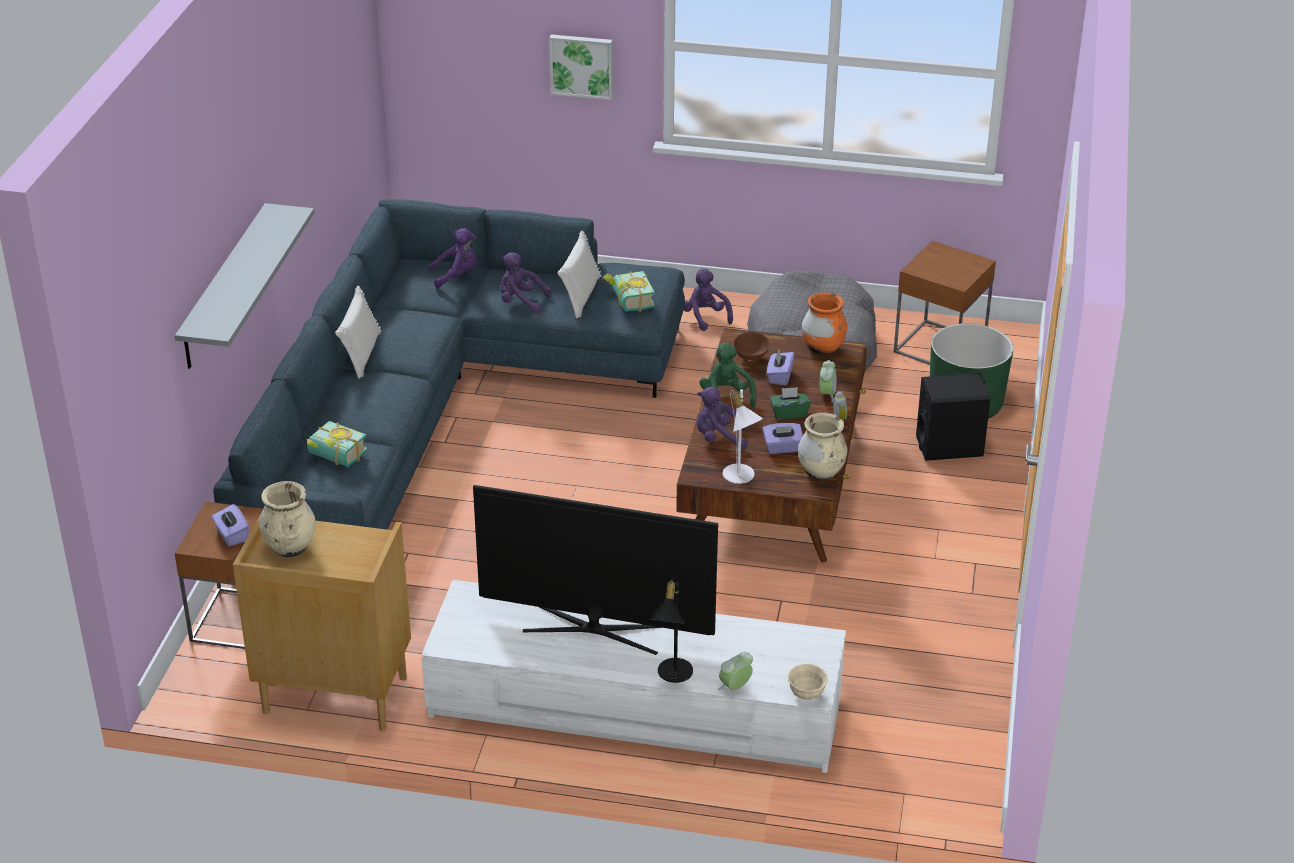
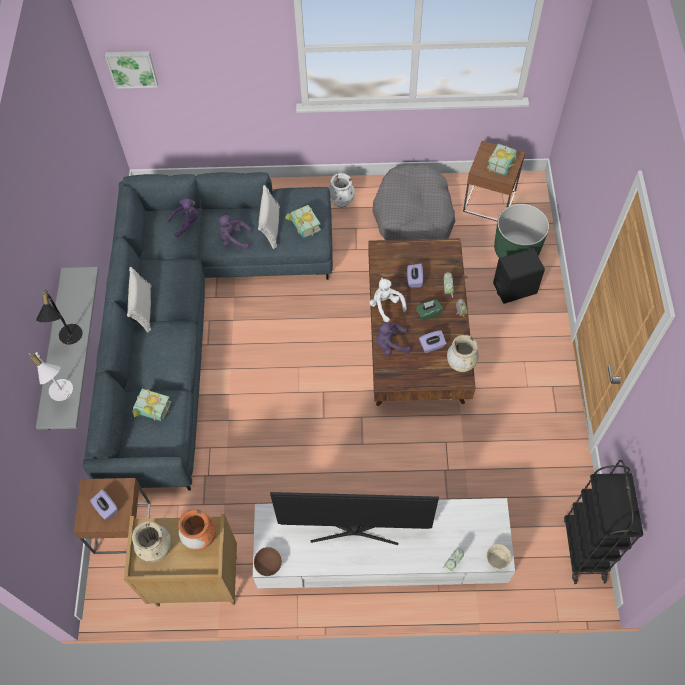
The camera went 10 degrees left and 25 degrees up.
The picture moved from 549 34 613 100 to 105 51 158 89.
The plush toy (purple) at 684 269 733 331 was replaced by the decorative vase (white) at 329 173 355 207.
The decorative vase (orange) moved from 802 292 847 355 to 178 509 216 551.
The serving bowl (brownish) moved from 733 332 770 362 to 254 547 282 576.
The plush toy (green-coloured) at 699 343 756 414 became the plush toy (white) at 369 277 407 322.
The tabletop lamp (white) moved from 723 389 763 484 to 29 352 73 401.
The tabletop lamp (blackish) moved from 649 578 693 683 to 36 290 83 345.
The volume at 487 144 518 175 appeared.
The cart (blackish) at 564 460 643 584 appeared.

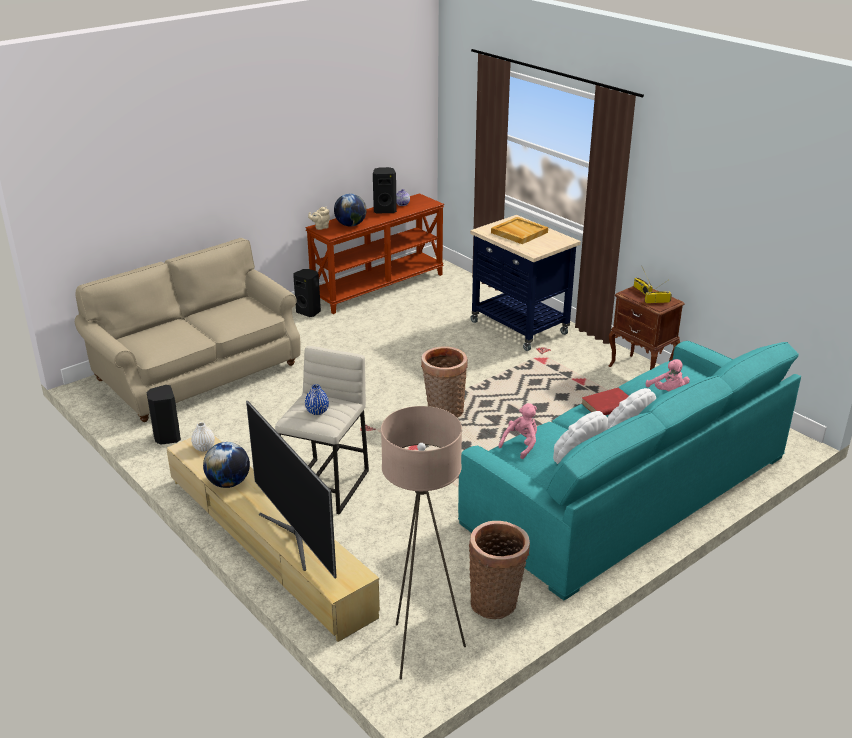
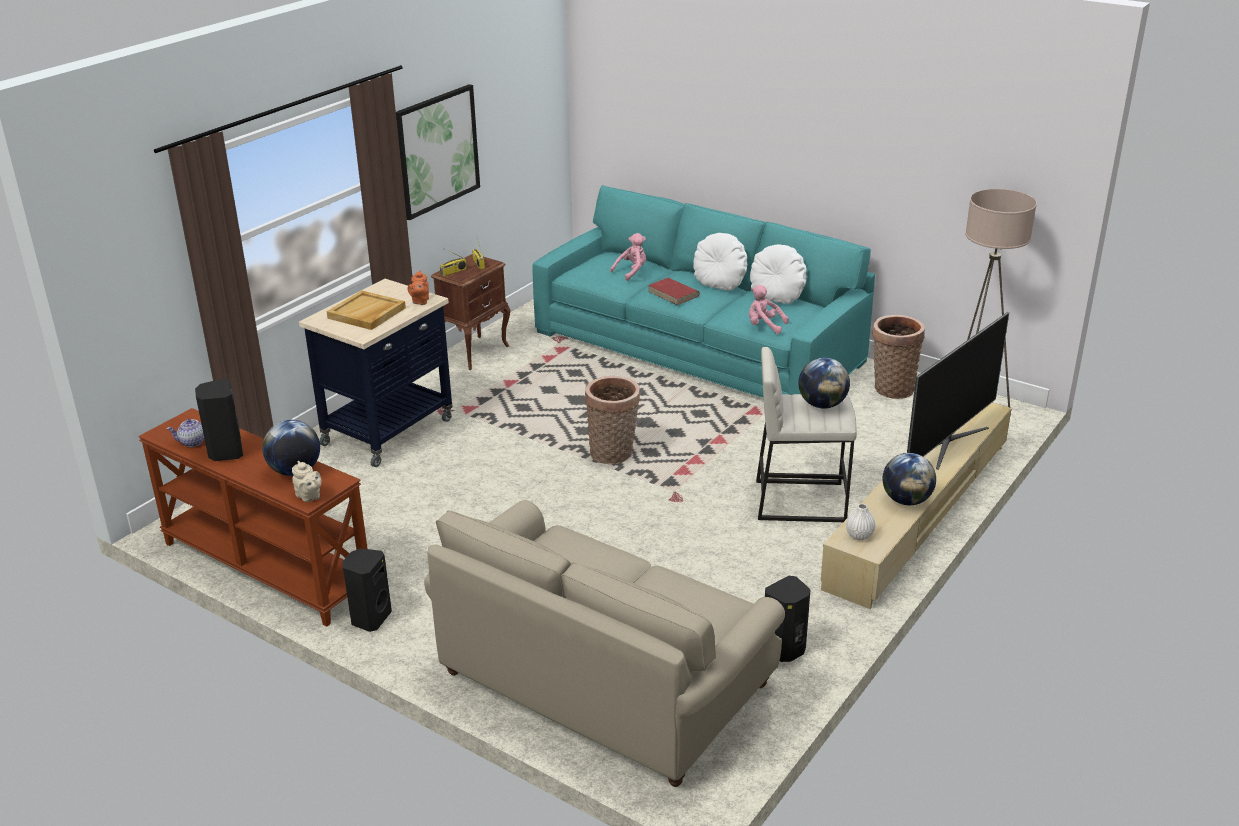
The camera went 105 degrees left and 0 degrees up.
The decorative vase (blue-coloured) at 305 384 329 415 was replaced by the globe at 798 358 850 409.
The picture at 396 84 480 220 appeared.
The pot for tea (orange) at 408 270 429 305 appeared.

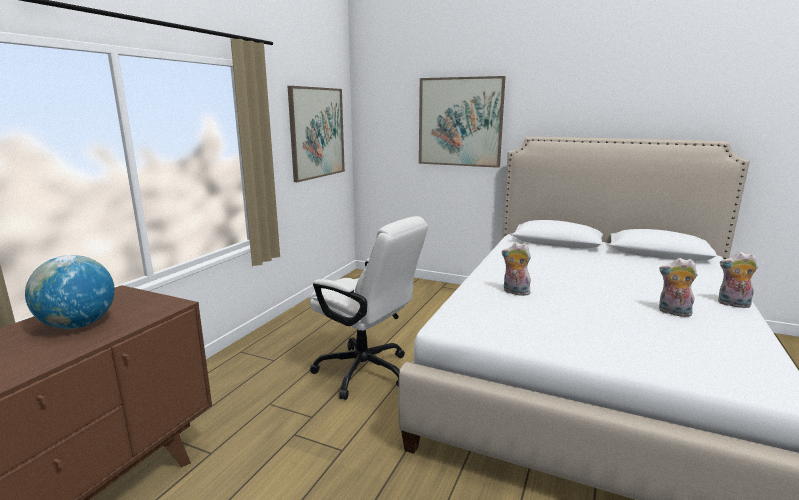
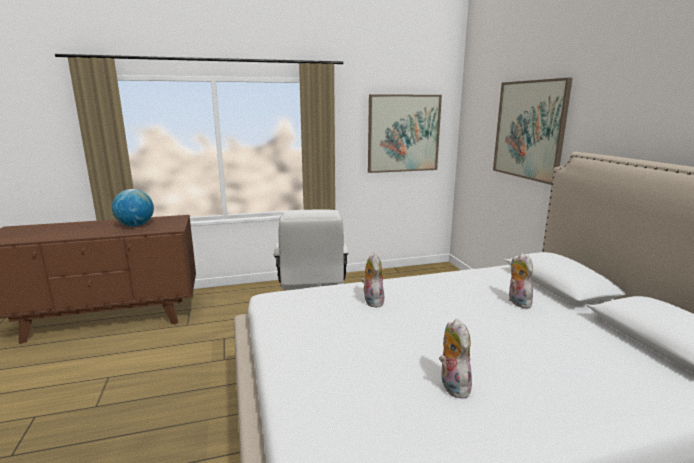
The camera went 50 degrees right and 0 degrees up.
The plush toy moved from 718 252 758 308 to 509 253 533 308.

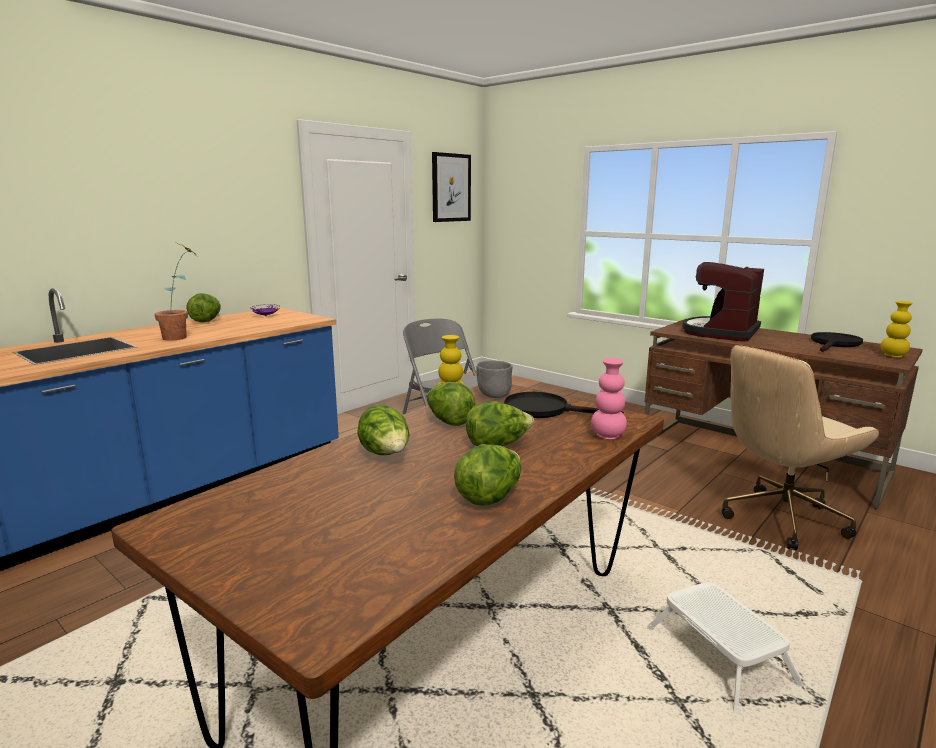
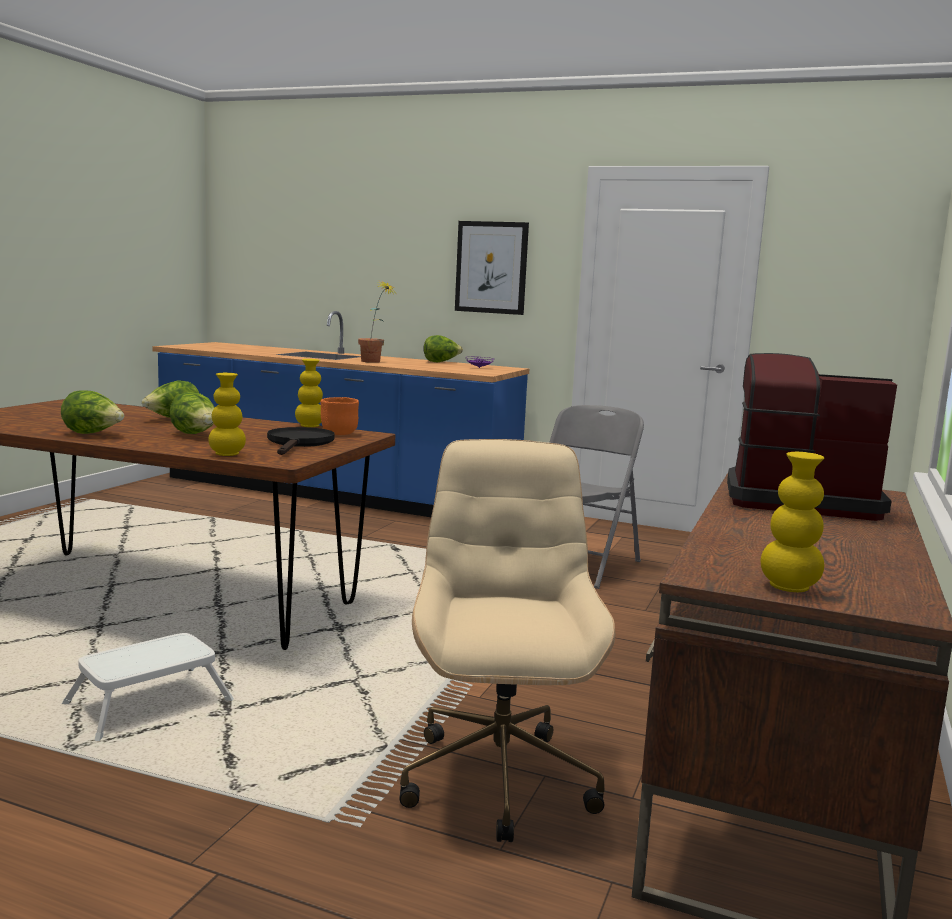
The camera went 70 degrees right and 5 degrees down.
The picture moved from 432 152 471 222 to 455 221 529 315.
The pan (blackish) at 811 332 863 352 disappeared.
The computer chair (beige-coloured) at 721 345 879 550 turned 45 degrees clockwise.
The decorative vase (pinkish) at 591 358 627 440 became the decorative vase (yellow) at 208 373 246 456.
The serving bowl (gray) at 477 360 513 398 became the serving bowl (orange) at 321 397 359 435.
The lettuce at 427 382 475 426 disappeared.

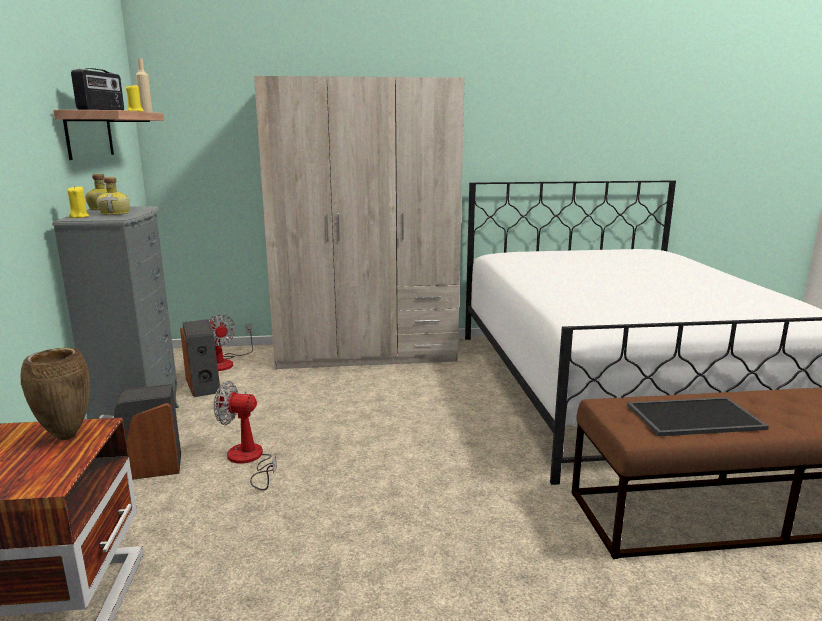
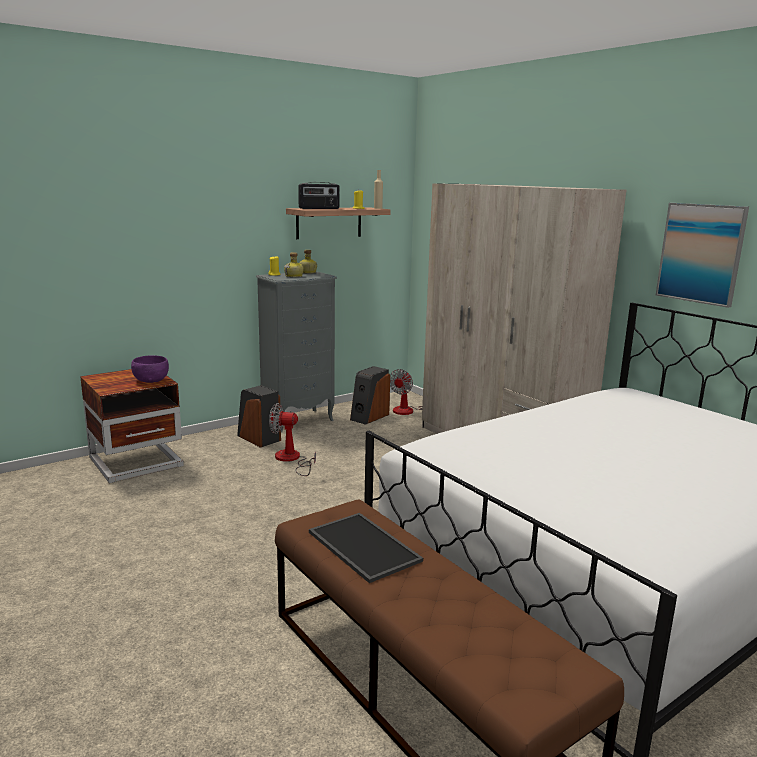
The camera went 60 degrees right and 0 degrees up.
The decorative vase (brownish) at 20 347 90 440 was replaced by the serving bowl (purple) at 131 355 169 383.
The electric fan at 214 381 277 490 turned 60 degrees counterclockwise.
The picture at 656 203 749 308 appeared.

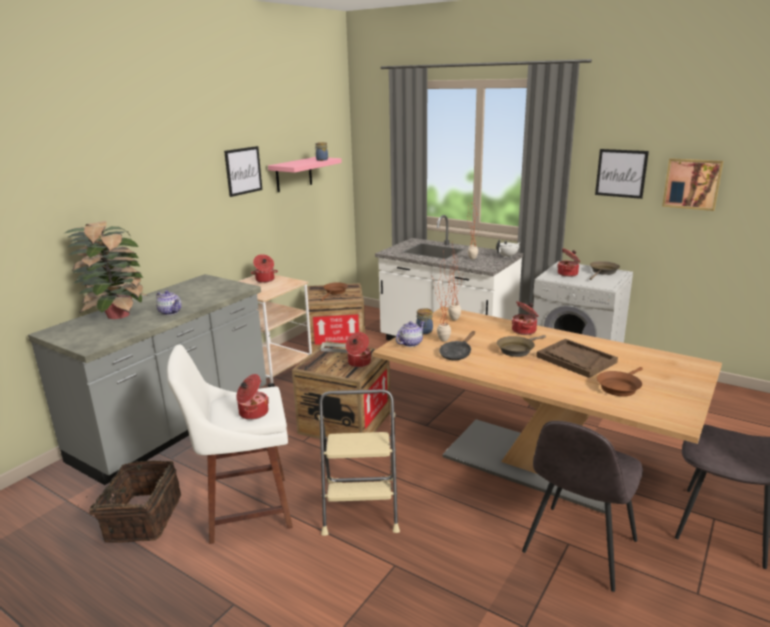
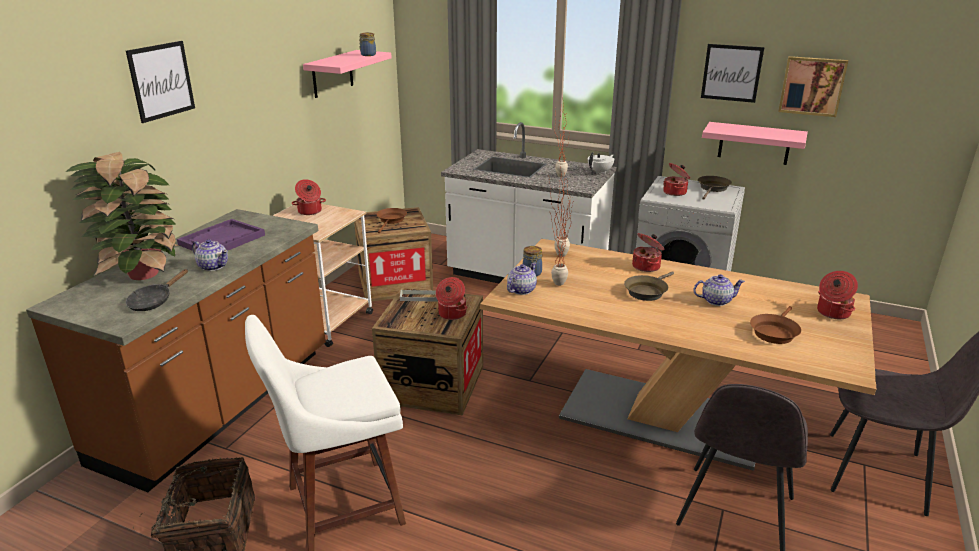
The camera went 10 degrees left and 5 degrees up.
The picture moved from 224 146 262 197 to 126 41 195 123.
The counter (gray) at 28 274 267 485 became the counter (brownish) at 26 209 326 492.
The pan (blackish) moved from 439 331 475 360 to 126 269 188 311.
The carrying tray (brownish) at 536 339 618 378 was replaced by the pot for tea at 694 274 745 306.
The saucepot moved from 236 374 269 420 to 817 271 858 319.
The step stool (beige-coloured) at 318 389 400 536 disappeared.
The wall shelf (pinkish) at 702 122 808 165 appeared.
The carrying tray (purple) at 177 219 265 251 appeared.

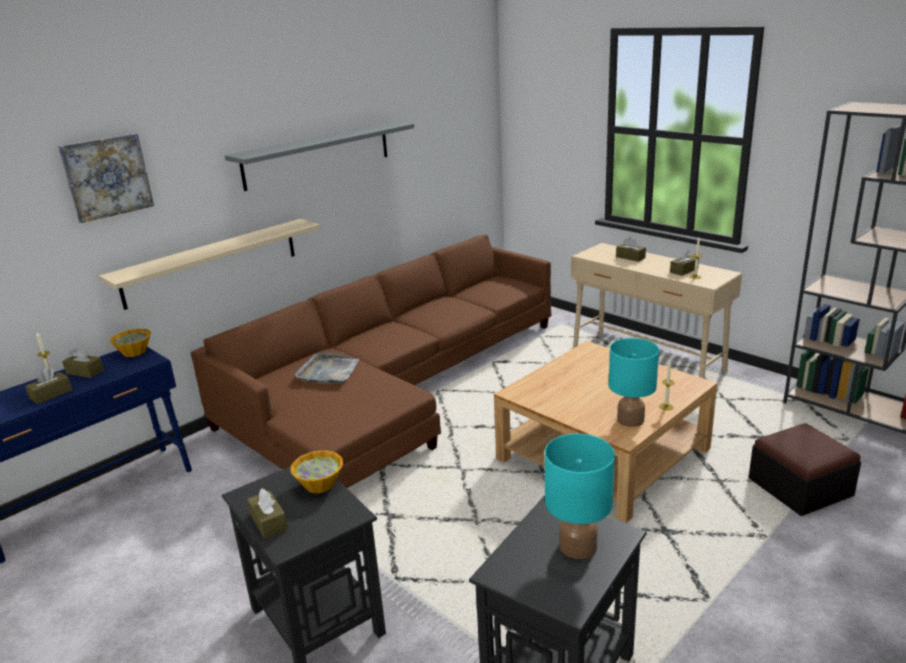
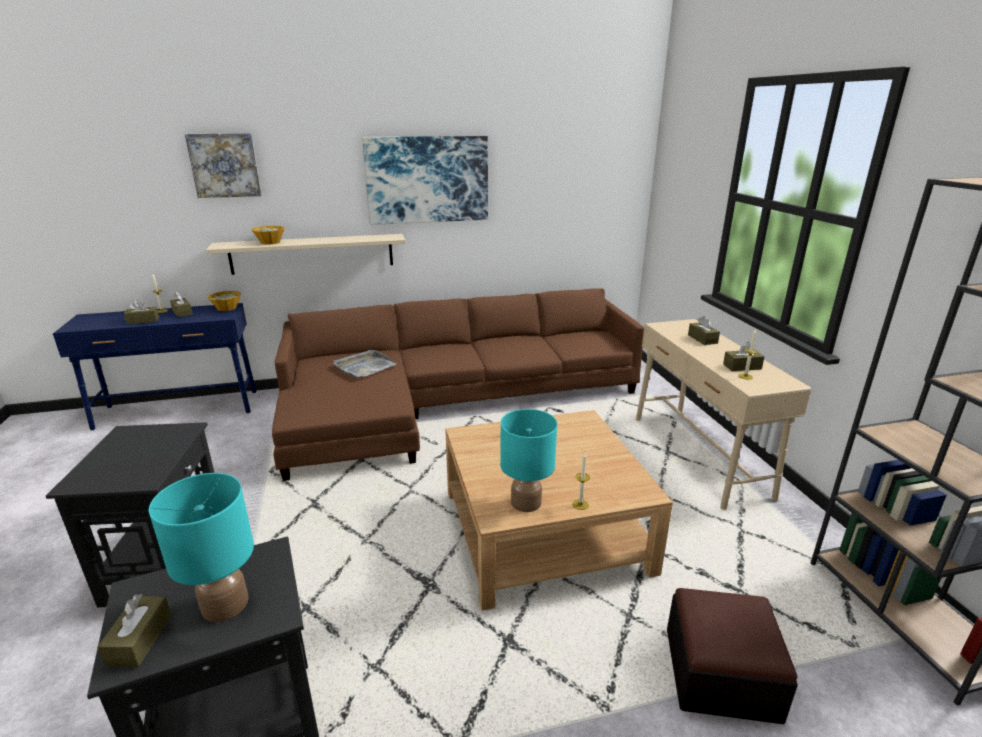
The camera went 30 degrees right and 0 degrees up.
The wall shelf (gray) at 225 121 414 191 was replaced by the picture at 362 136 488 225.
The serving bowl moved from 291 450 343 493 to 252 226 285 245.
The tissue holder (brownish) moved from 247 488 288 539 to 97 594 171 667.

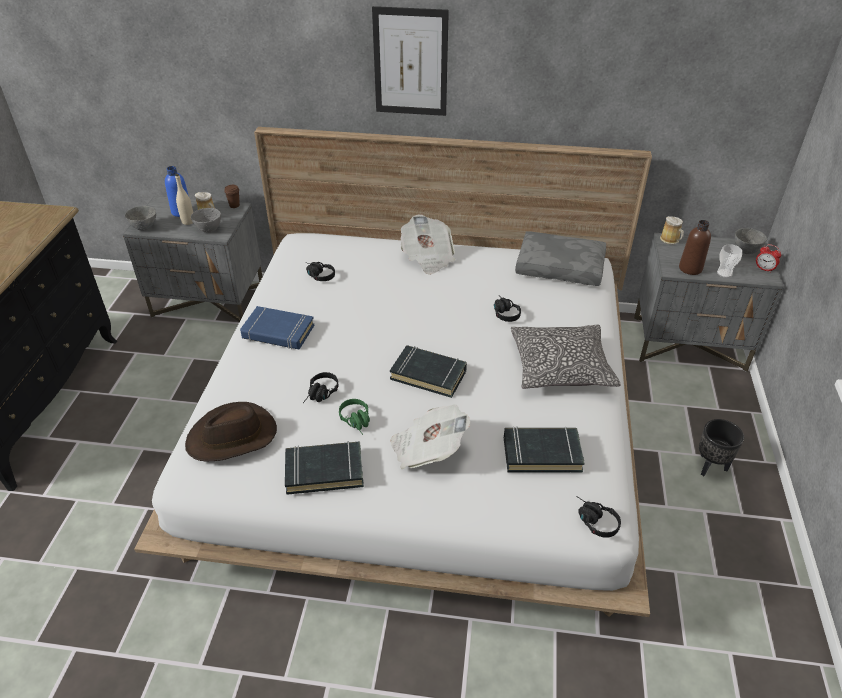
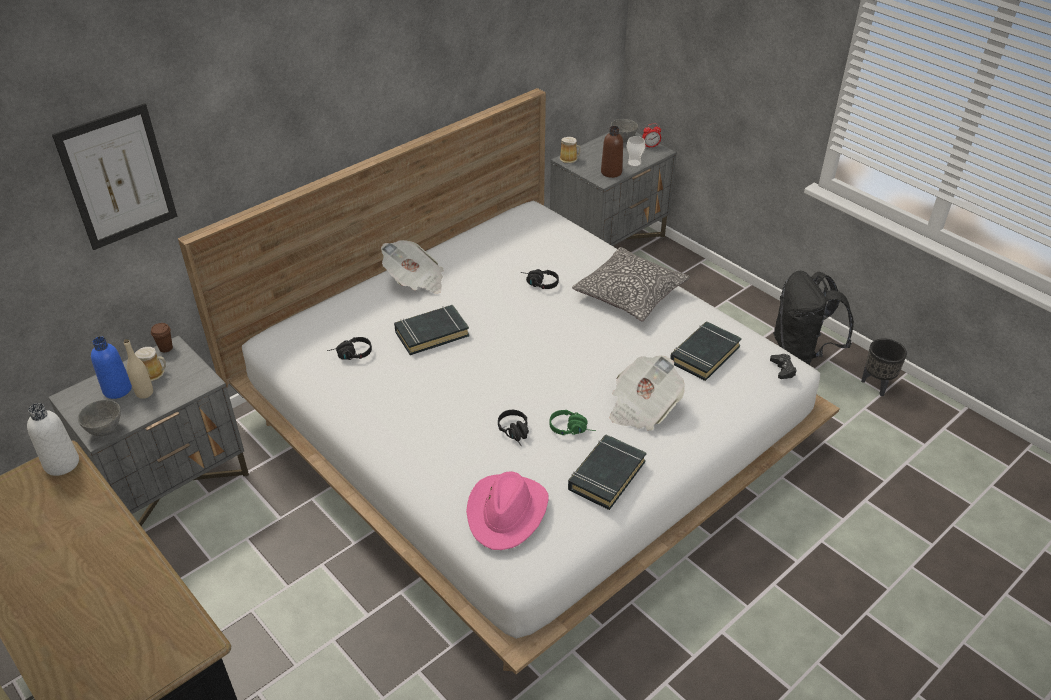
The camera went 50 degrees left and 0 degrees up.
The picture moved from 372 6 449 116 to 52 103 177 250.
The serving bowl (gray) at 191 208 221 233 disappeared.
The cushion (gray) at 515 231 606 286 disappeared.
The volume (blue-coloured) at 240 306 314 349 disappeared.
The volume (blackish) moved from 390 345 467 398 to 394 305 469 355.
The wearable hat (brownish) at 185 402 277 461 became the wearable hat (pinkish) at 466 471 549 550.
The flower pot (blackish) moved from 699 419 744 476 to 861 338 907 396.
The pair of headphones (blackish) at 576 496 621 538 was replaced by the game controller (blackish) at 770 354 797 379.
The knapsack (blackish) at 773 271 854 365 appeared.
The drink bottle (white) at 27 403 79 476 appeared.

